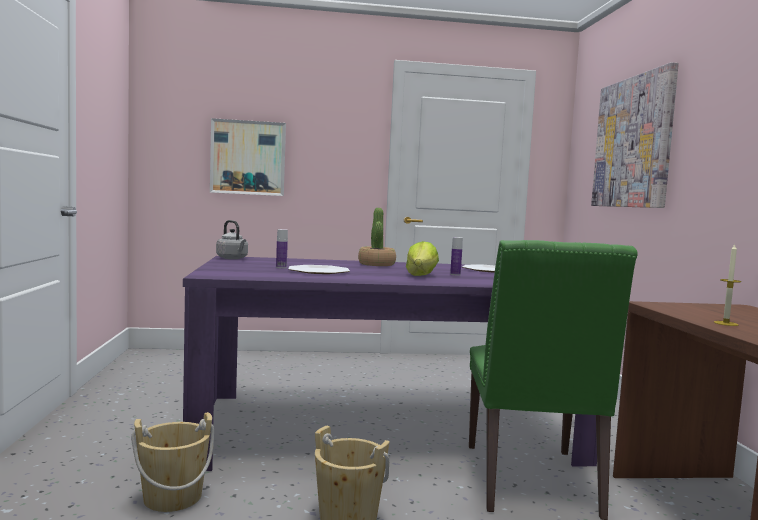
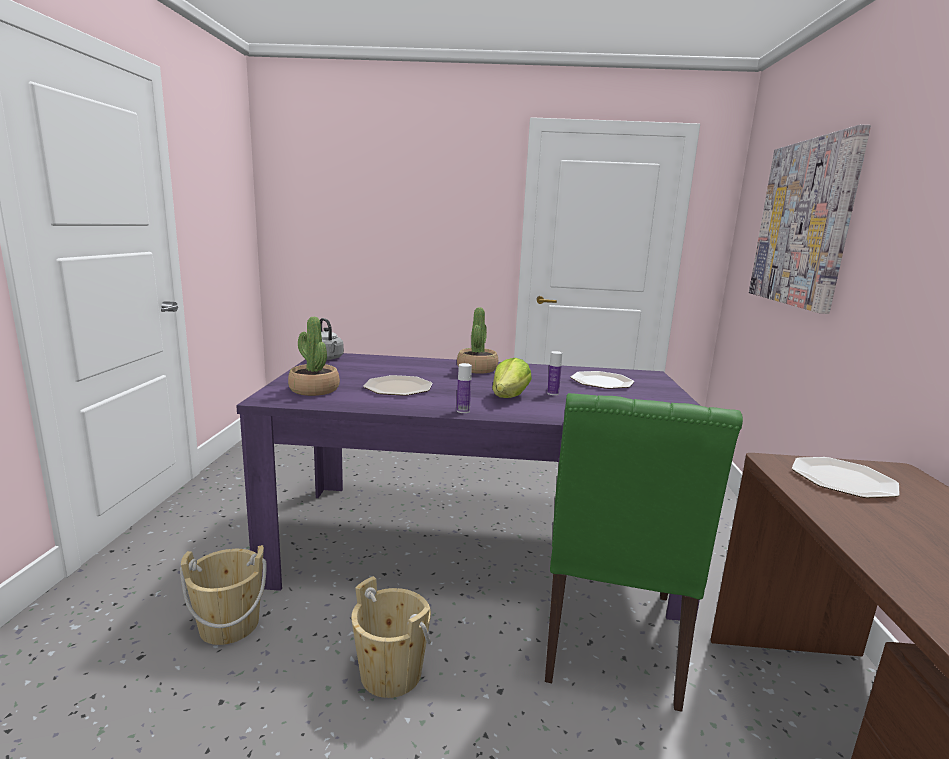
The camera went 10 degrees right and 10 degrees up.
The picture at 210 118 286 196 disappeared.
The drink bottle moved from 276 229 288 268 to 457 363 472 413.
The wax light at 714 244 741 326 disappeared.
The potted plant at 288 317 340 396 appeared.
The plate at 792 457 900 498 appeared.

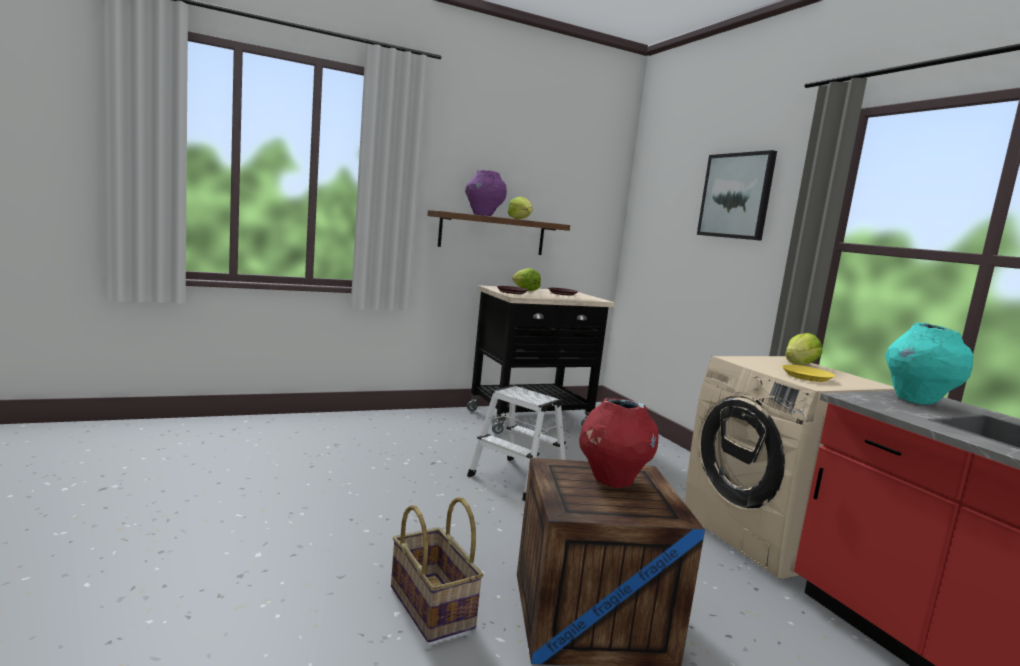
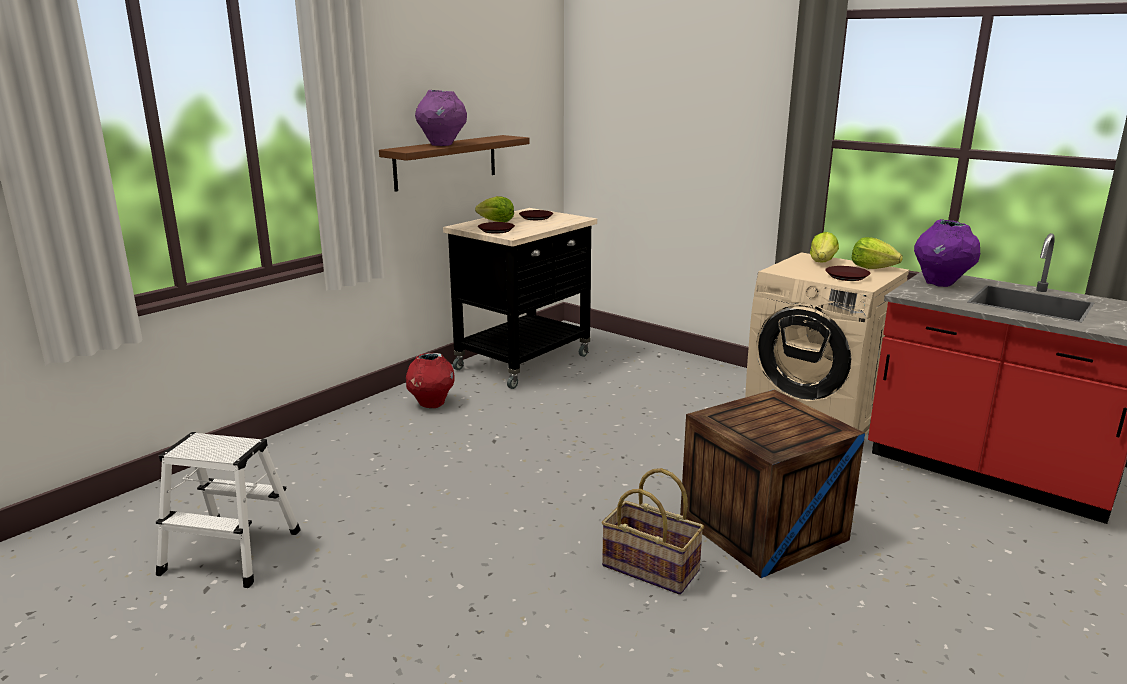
The camera went 25 degrees left and 10 degrees up.
The picture at 697 150 777 241 disappeared.
The lettuce moved from 507 196 533 219 to 852 237 903 269.
The decorative vase (blue-green) at 885 323 973 405 became the decorative vase (purple) at 914 219 980 287.
The plate (yellow) at 782 365 835 382 became the plate (brownish) at 825 266 870 281.
The step stool (white) moved from 467 385 566 501 to 156 432 301 588.
The decorative vase (red-coloured) moved from 579 398 658 488 to 406 353 455 408.

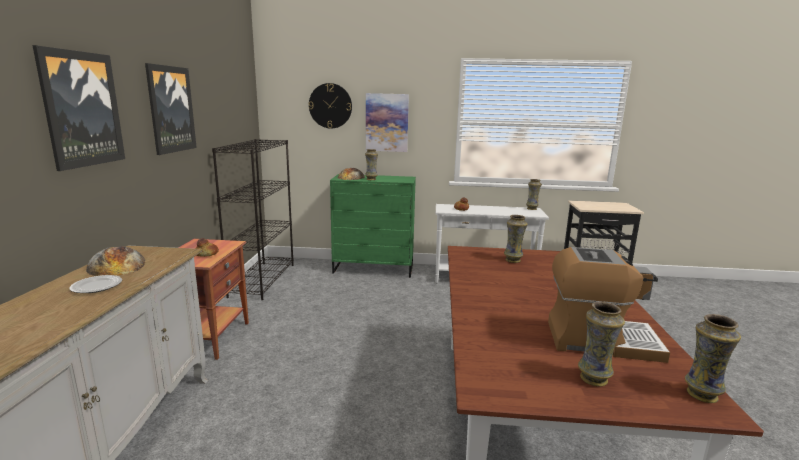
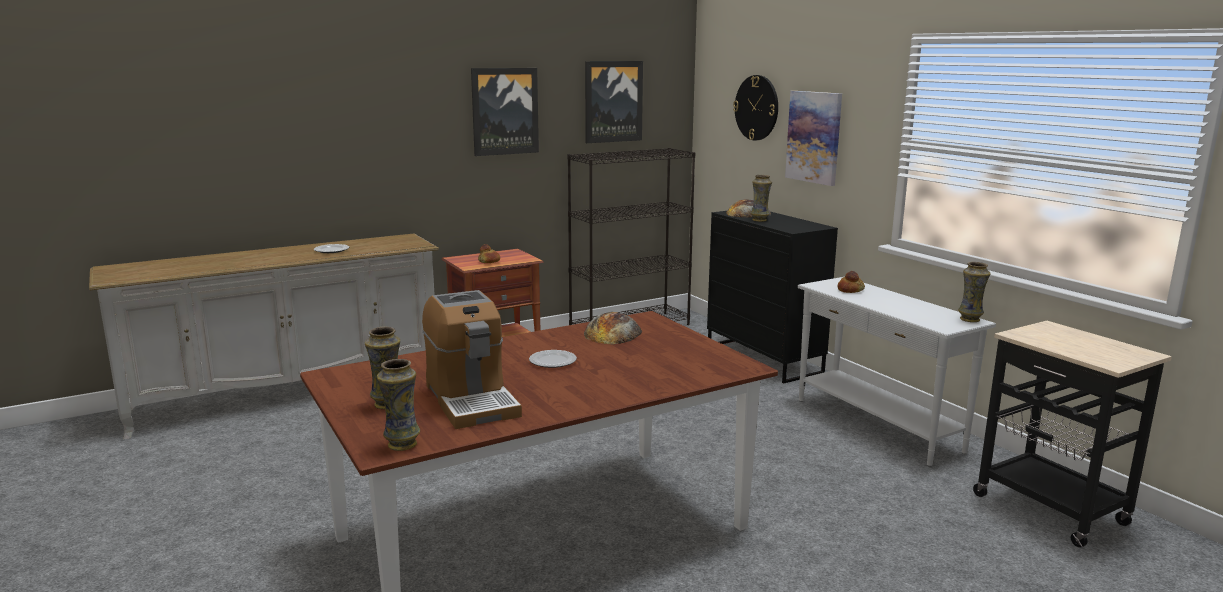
The camera went 55 degrees right and 0 degrees up.
The picture moved from 33 45 125 171 to 585 61 643 143.
The chest of drawers (green-coloured) at 330 174 416 278 became the chest of drawers (blackish) at 707 211 838 383.
The decorative vase at 504 215 528 263 disappeared.
The bakery bread moved from 86 246 145 276 to 584 312 642 345.
The plate at 529 350 577 368 appeared.

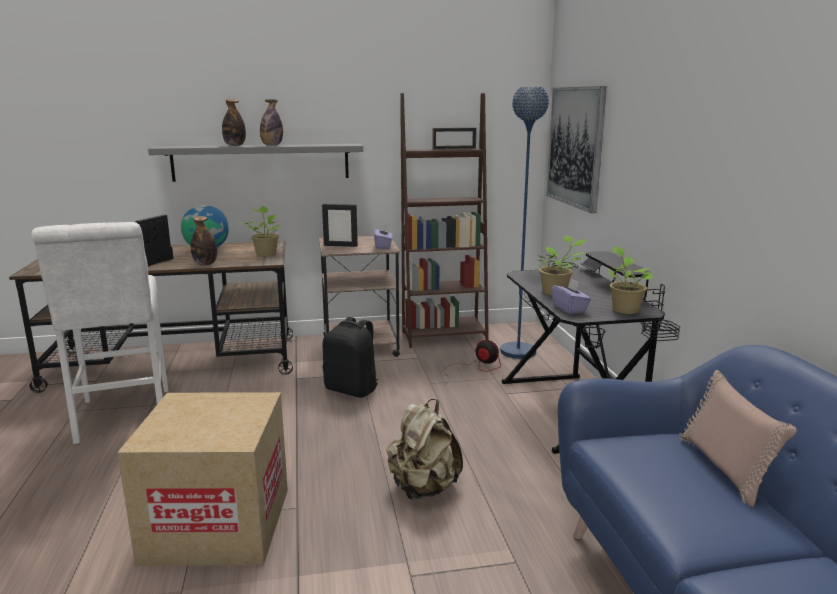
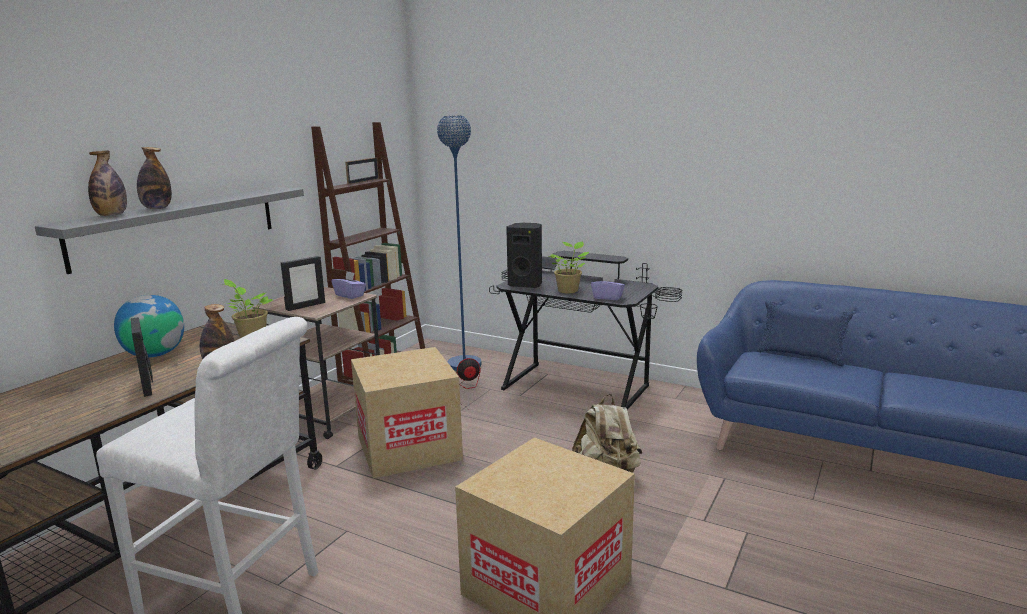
The camera went 50 degrees left and 0 degrees up.
The picture at 546 86 607 213 disappeared.
The drink bottle moved from 260 99 283 145 to 88 150 127 216.
The potted plant at 606 246 655 314 disappeared.
The knapsack (blackish) at 323 317 378 397 was replaced by the packing box at 351 347 463 479.
The cushion (beige-coloured) at 679 370 797 507 became the cushion (blue-coloured) at 757 301 853 366.
The audio speaker (blackish) at 506 223 542 288 appeared.

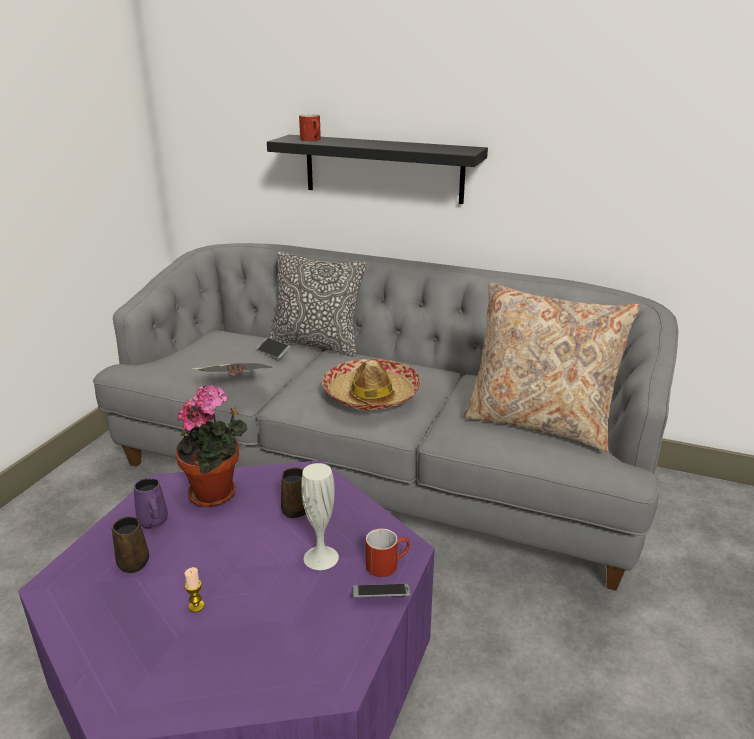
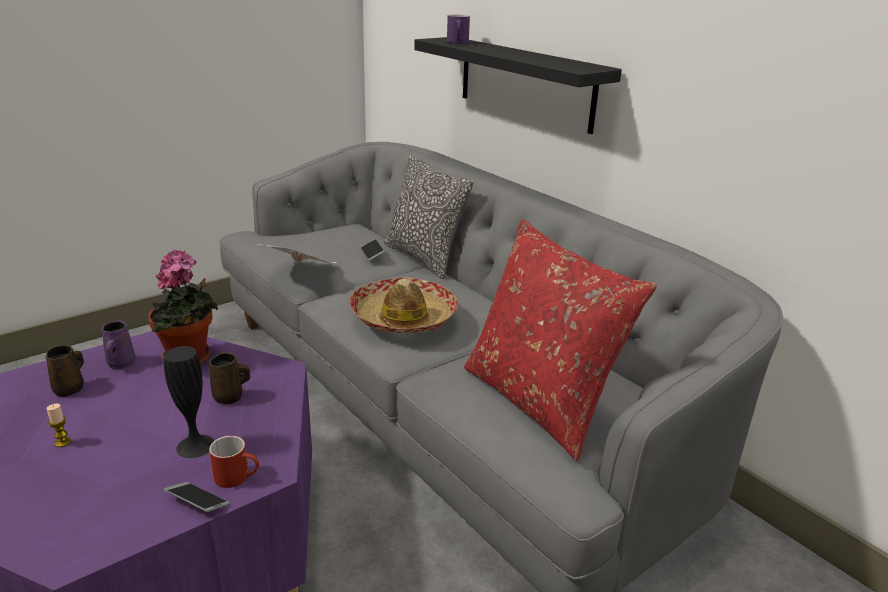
The camera went 30 degrees right and 0 degrees up.
The coffee mug (red-coloured) at 299 114 321 141 became the coffee mug (purple) at 447 15 470 44.
The cushion (beige-coloured) at 463 282 640 452 became the cushion (red-coloured) at 464 219 657 460.
The decorative vase (white) at 301 463 339 570 became the decorative vase (blackish) at 164 346 214 458.

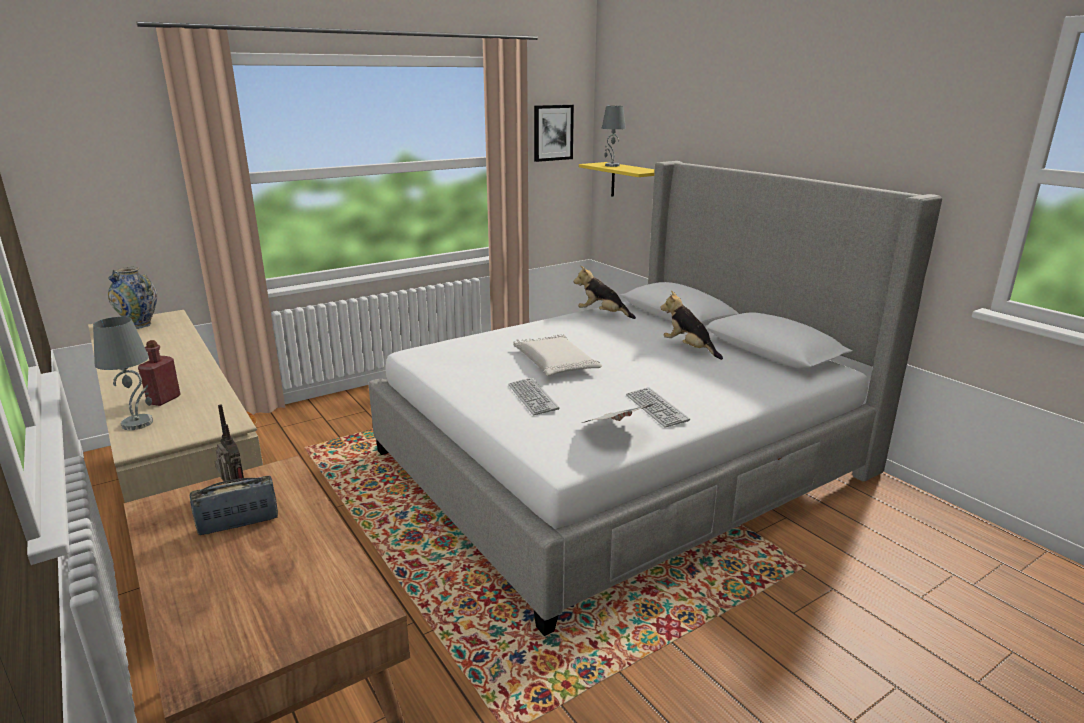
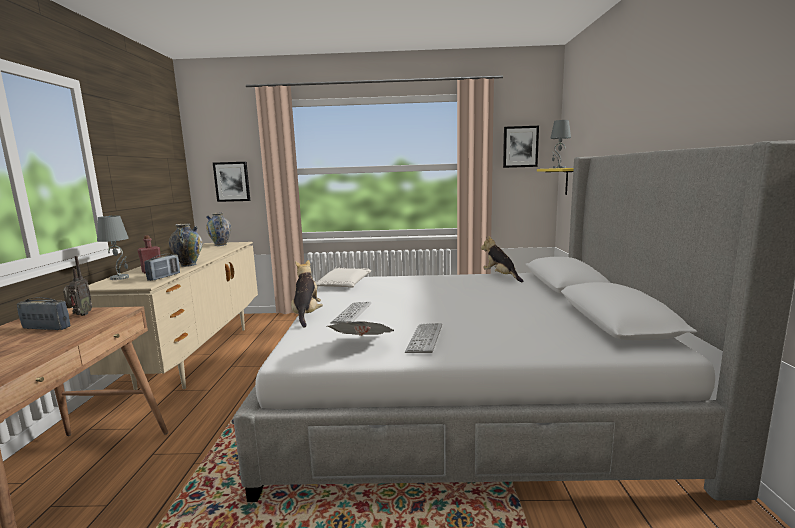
The camera went 35 degrees right and 10 degrees down.
The plush toy moved from 660 291 723 360 to 291 260 323 328.
The cushion (white) moved from 513 334 602 376 to 315 267 371 288.
The picture at 213 162 250 202 appeared.
The decorative vase at 169 224 202 267 appeared.
The radio receiver at 144 254 180 281 appeared.

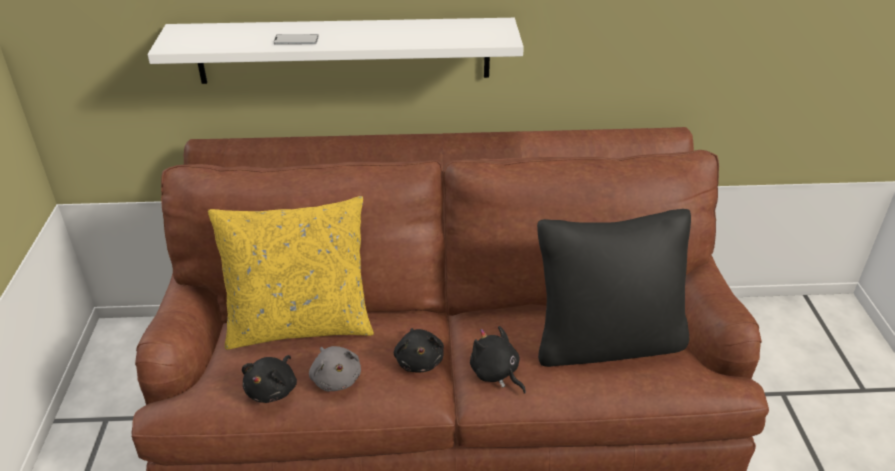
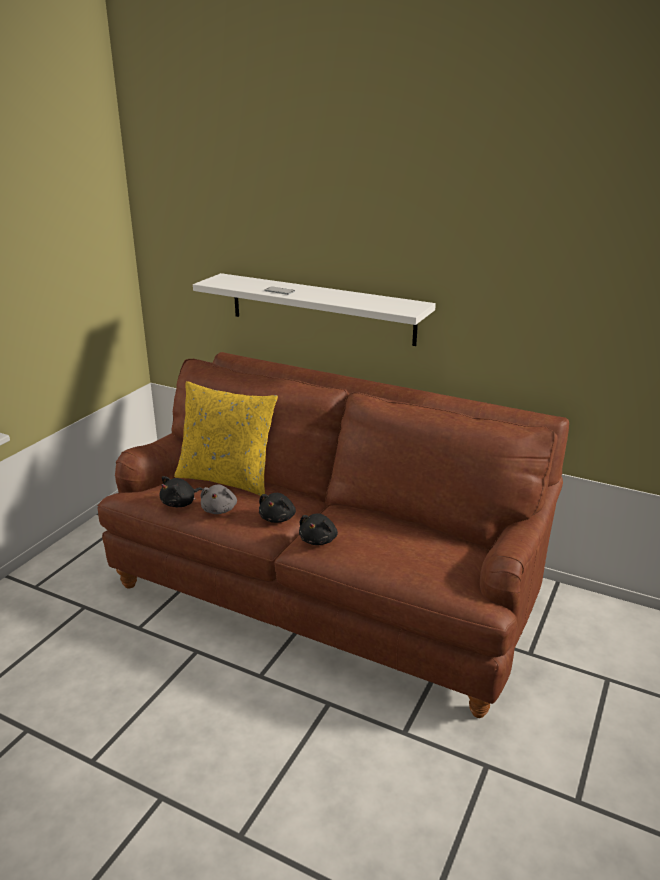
The camera went 30 degrees right and 10 degrees down.
The cushion (blackish) at 537 209 691 367 disappeared.
The plush toy (blackish) at 470 326 526 394 turned 150 degrees counterclockwise.

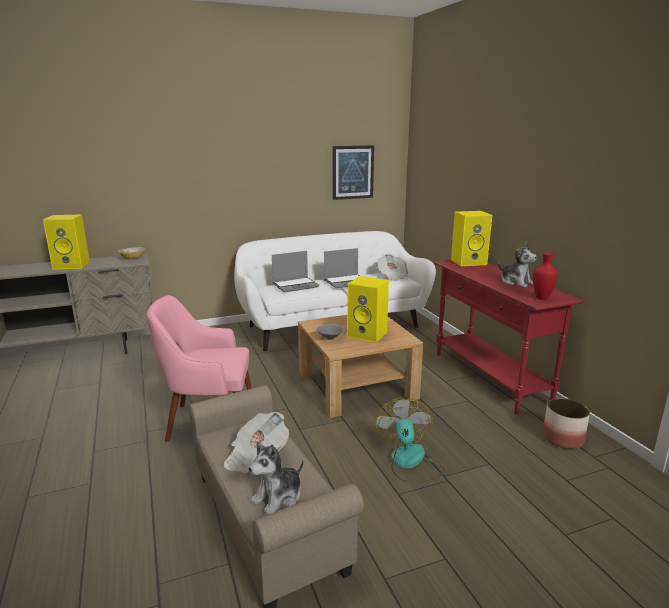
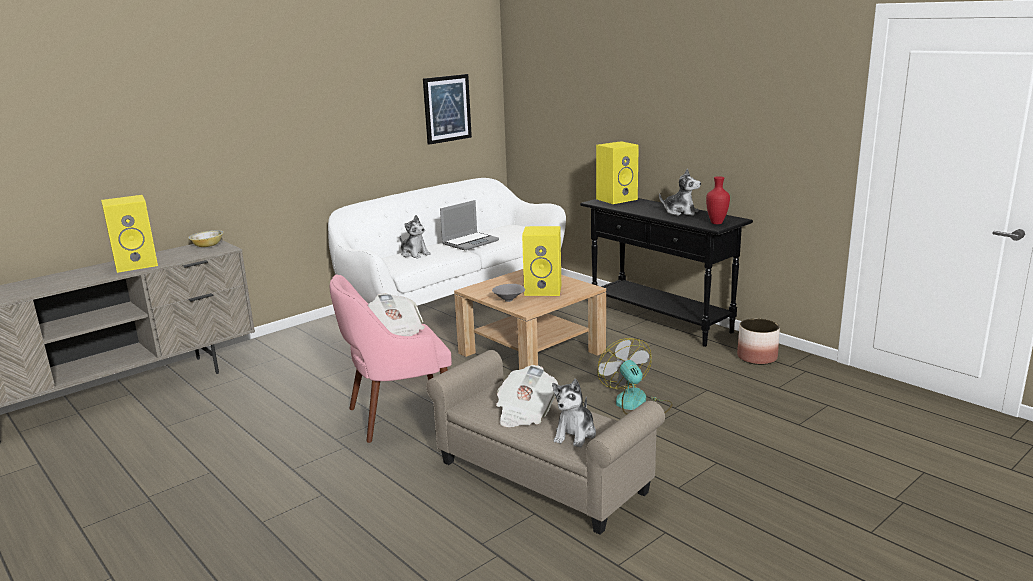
The camera went 20 degrees left and 0 degrees up.
The notebook computer at 272 251 319 292 was replaced by the plush toy at 400 215 431 259.
The daily paper moved from 378 254 408 281 to 368 293 425 336.
The console table (red-coloured) at 434 260 584 414 became the console table (blackish) at 580 198 753 347.

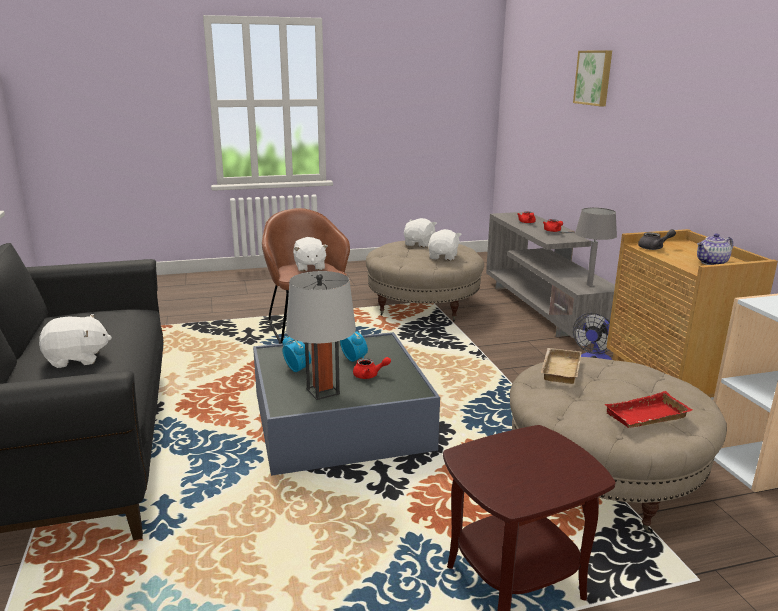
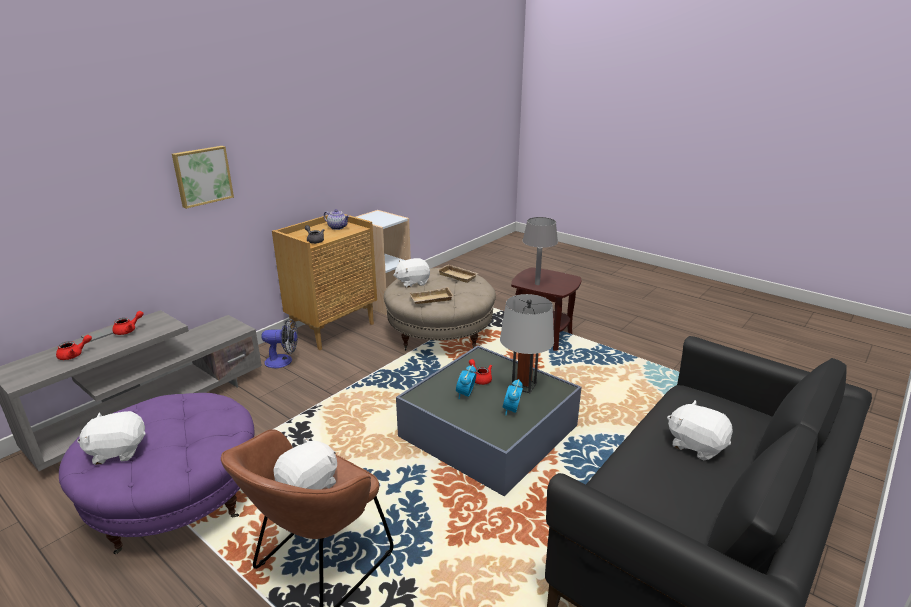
The camera went 125 degrees left and 5 degrees up.
The picture moved from 573 50 612 106 to 172 146 234 209.
The tabletop lamp (gray) moved from 575 208 617 286 to 522 217 558 285.
The plush toy (white) moved from 428 229 462 261 to 393 258 430 288.
The ottoman (beige-coloured) at 366 241 484 322 became the ottoman (purple) at 59 393 254 554.
The carrying tray (red-coloured) at 604 391 692 428 became the carrying tray (beige-coloured) at 437 264 479 283.

